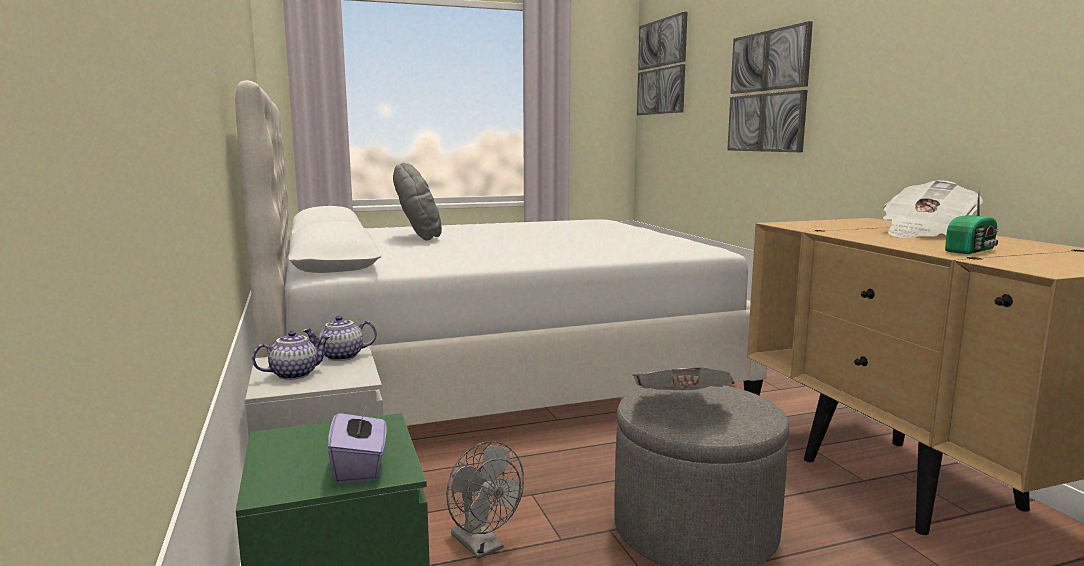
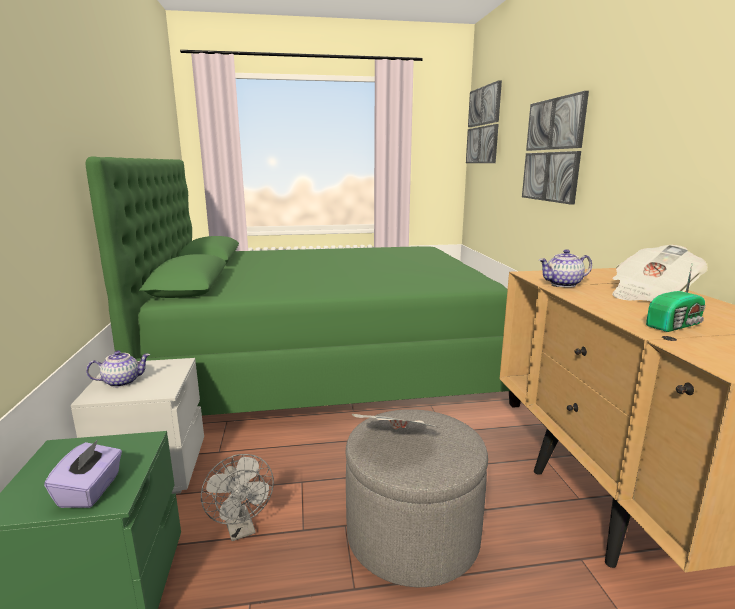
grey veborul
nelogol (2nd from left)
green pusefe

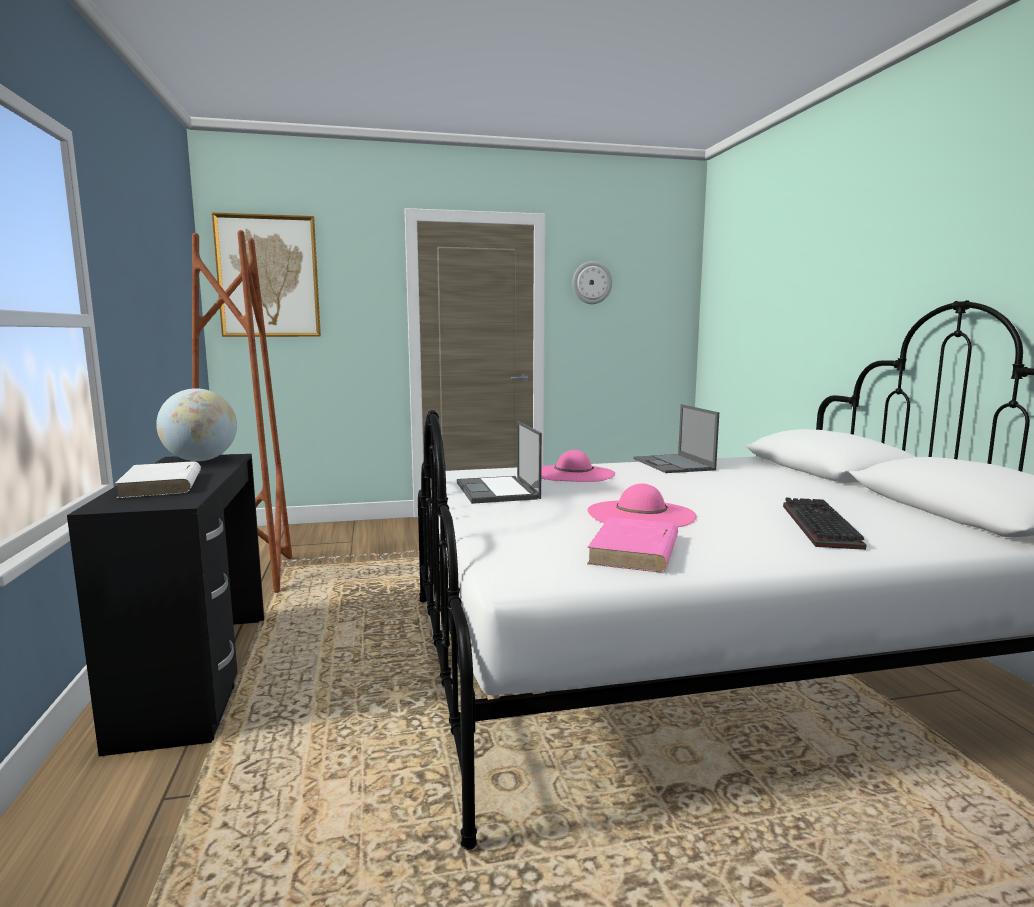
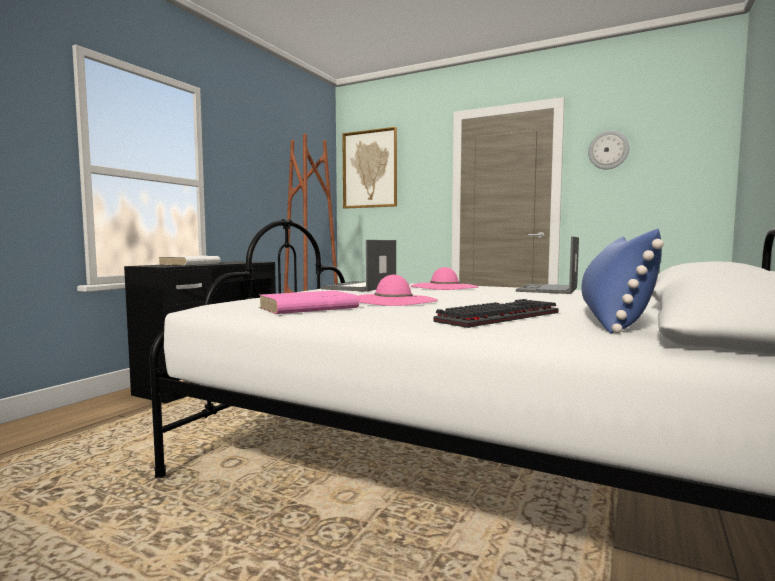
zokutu
blue veborul

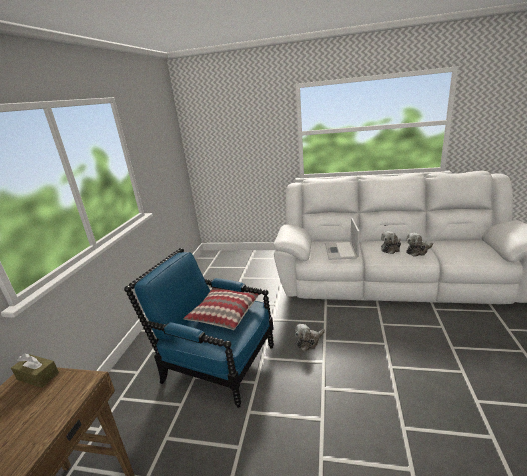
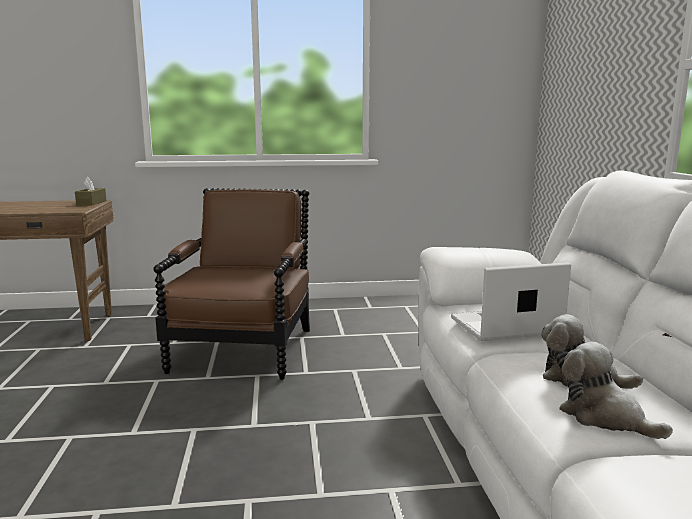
veborul
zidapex (1st from left in the first image)
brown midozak

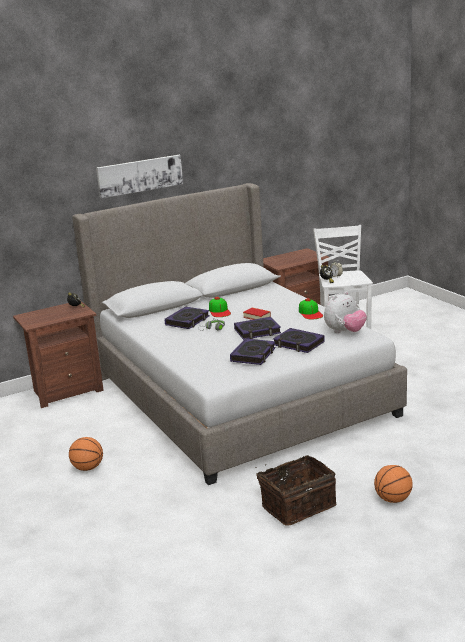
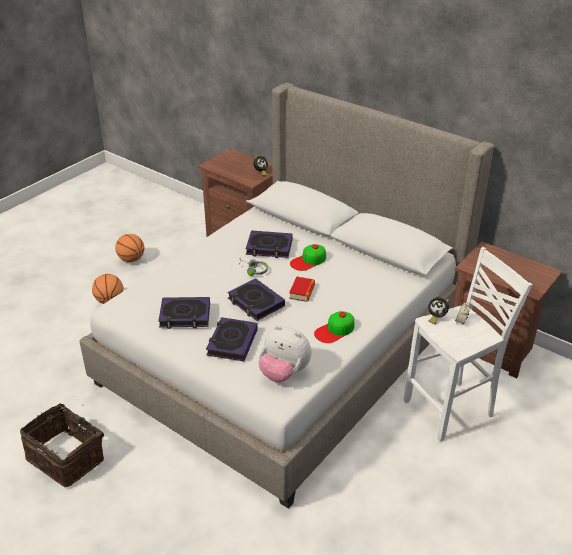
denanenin
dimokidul (2nd from left)

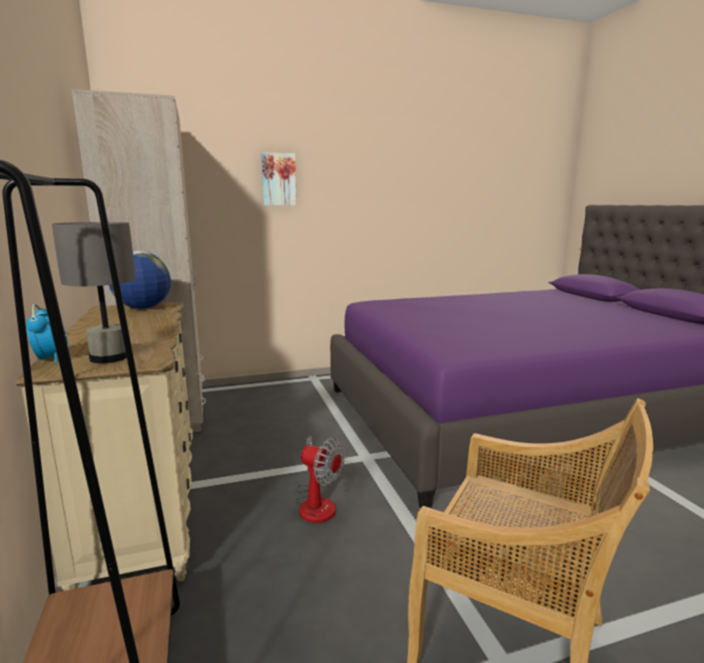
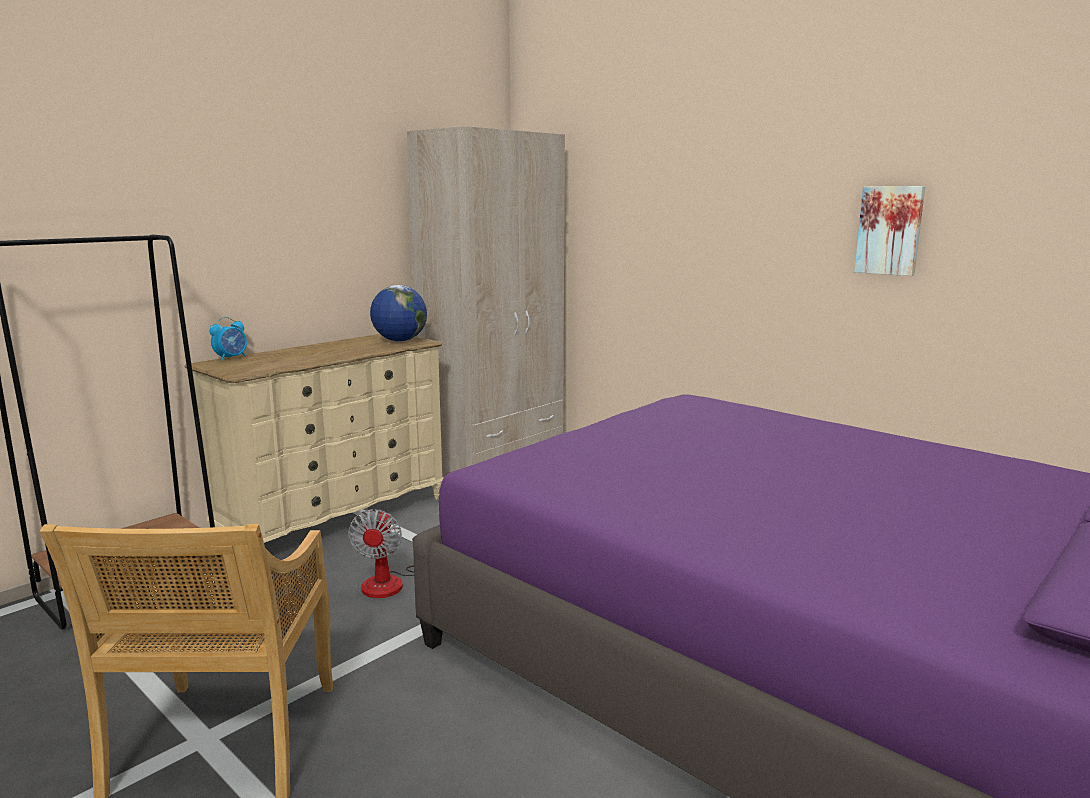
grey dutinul
denanenin

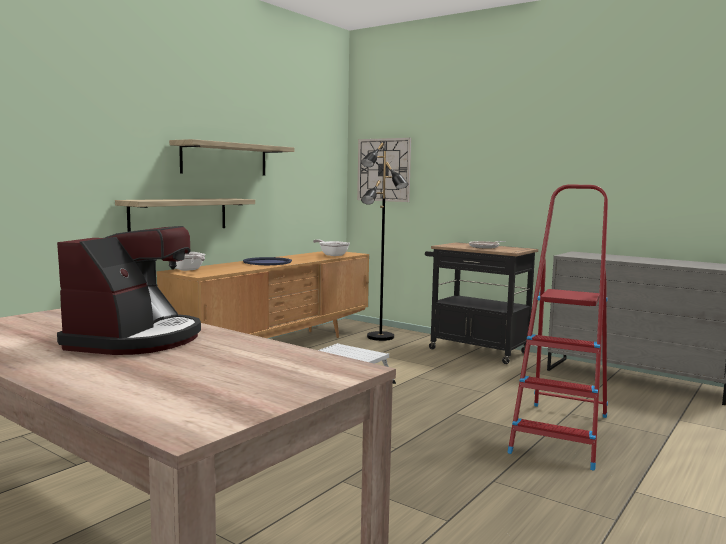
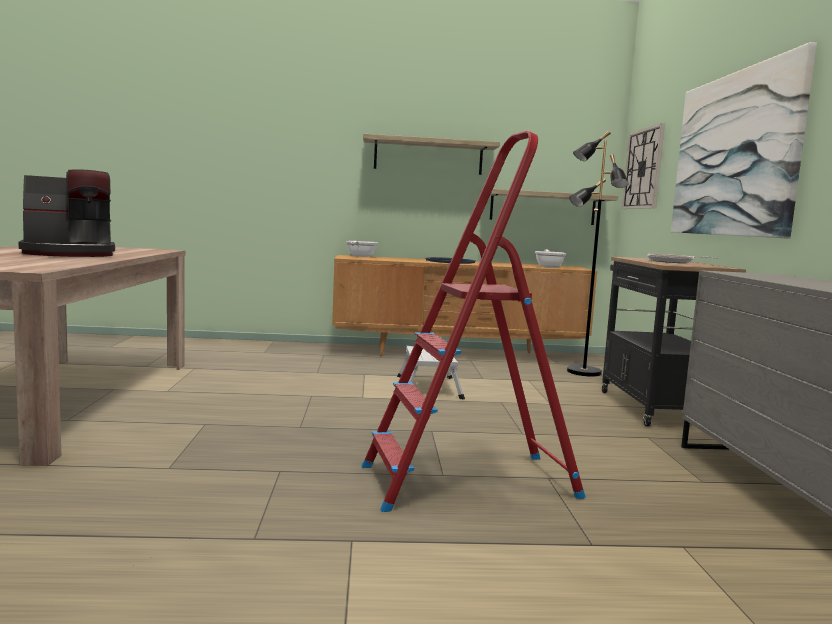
denanenin
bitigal (2nd from left)

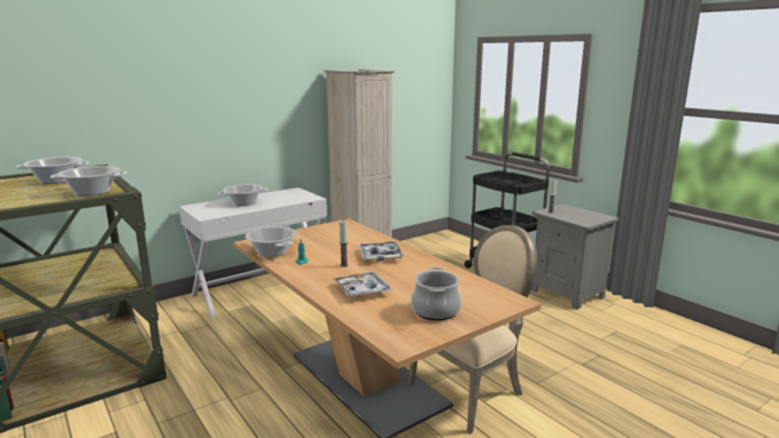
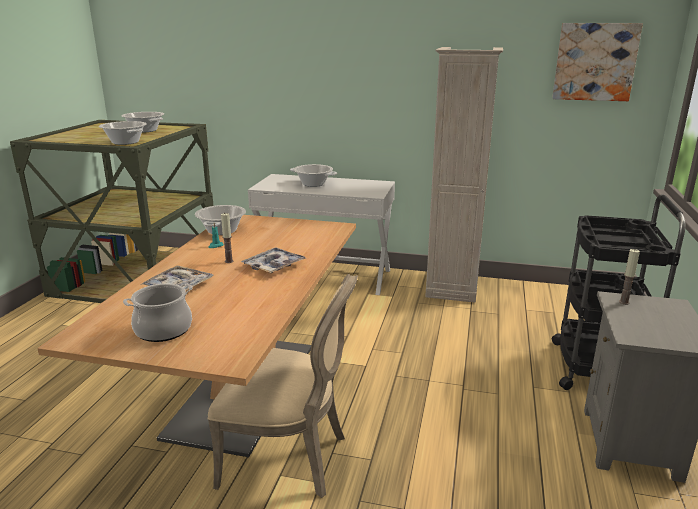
denanenin

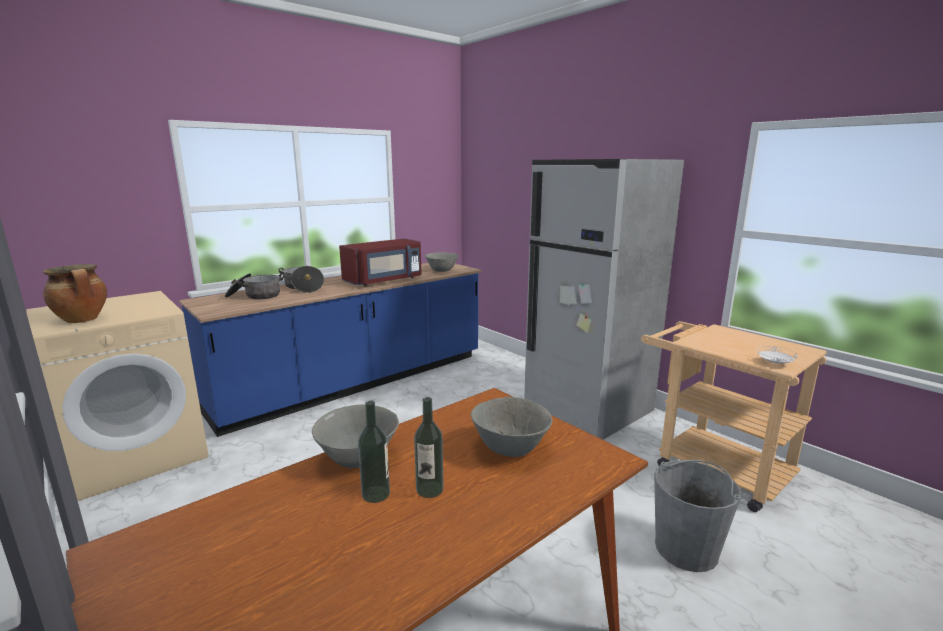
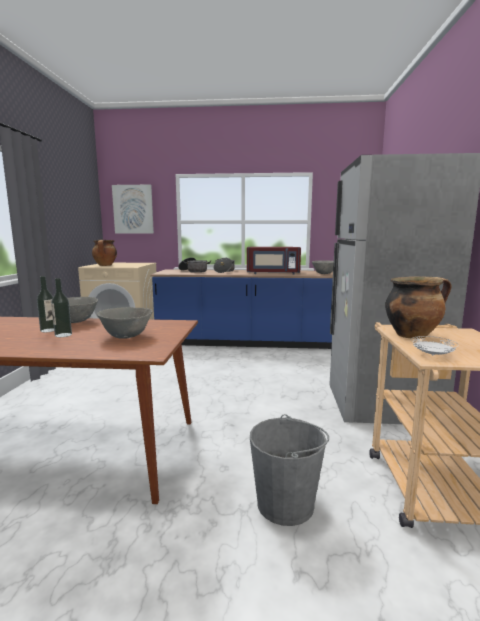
denanenin
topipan (4th from left)

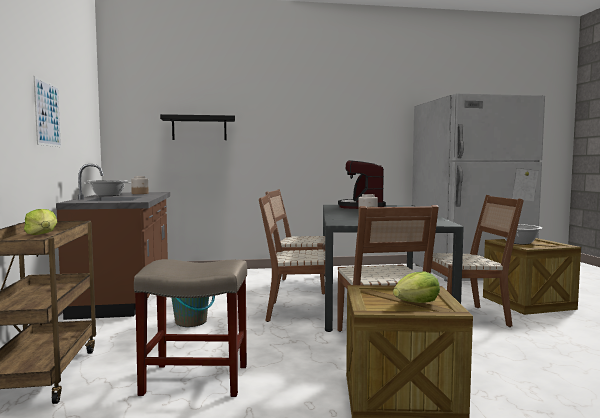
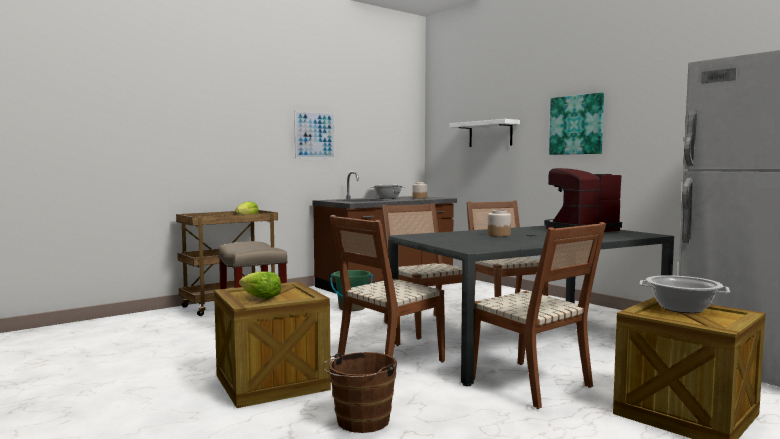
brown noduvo
denanenin (2nd from left)
white bitigal

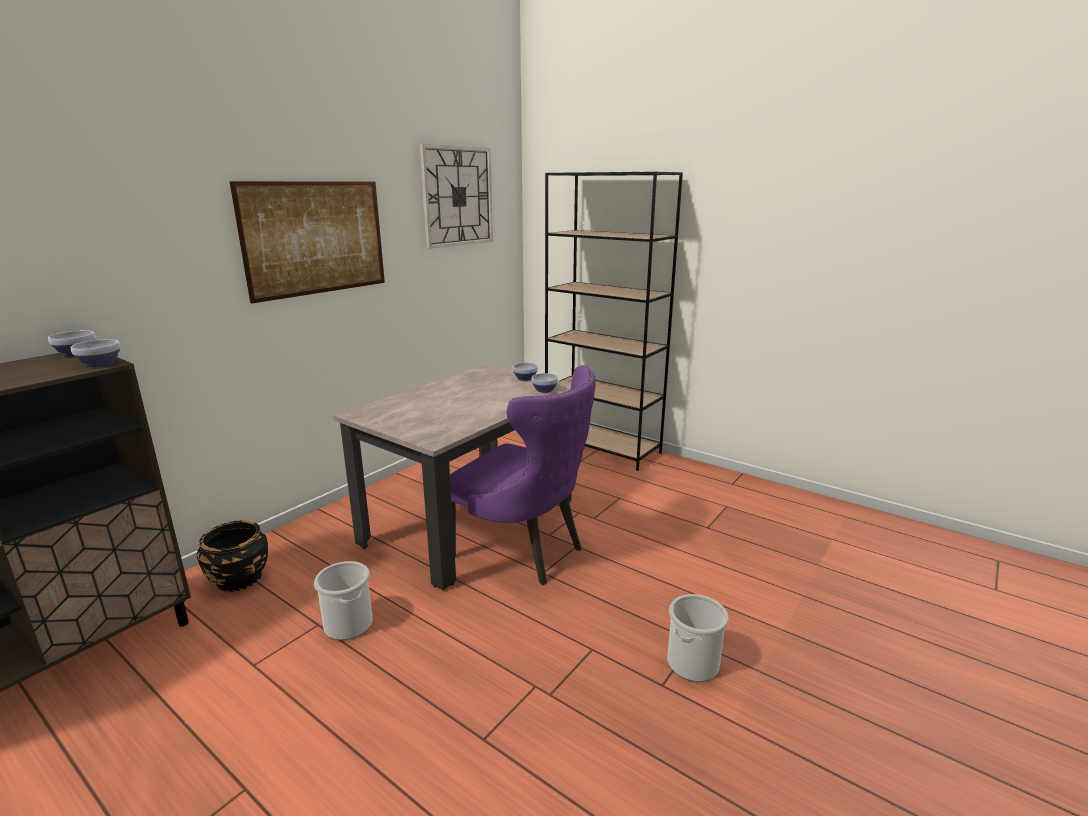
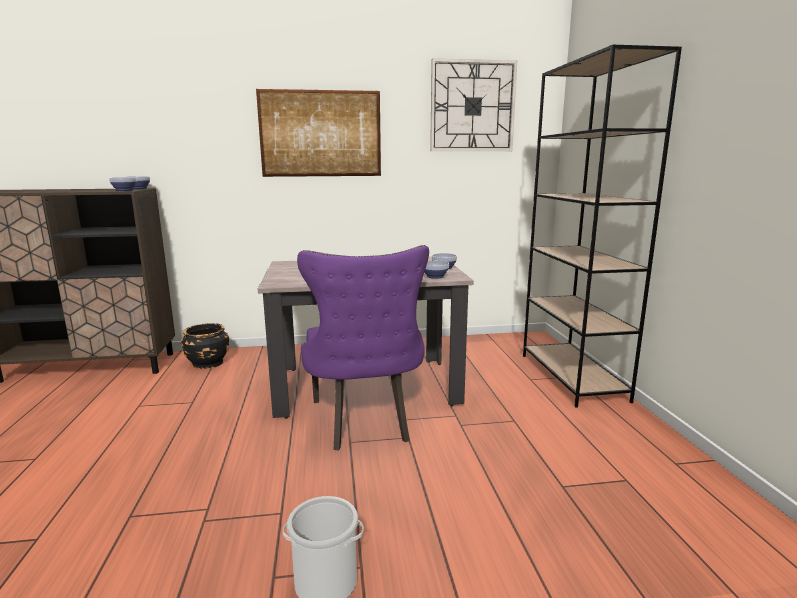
noduvo (1st from left in the first image)

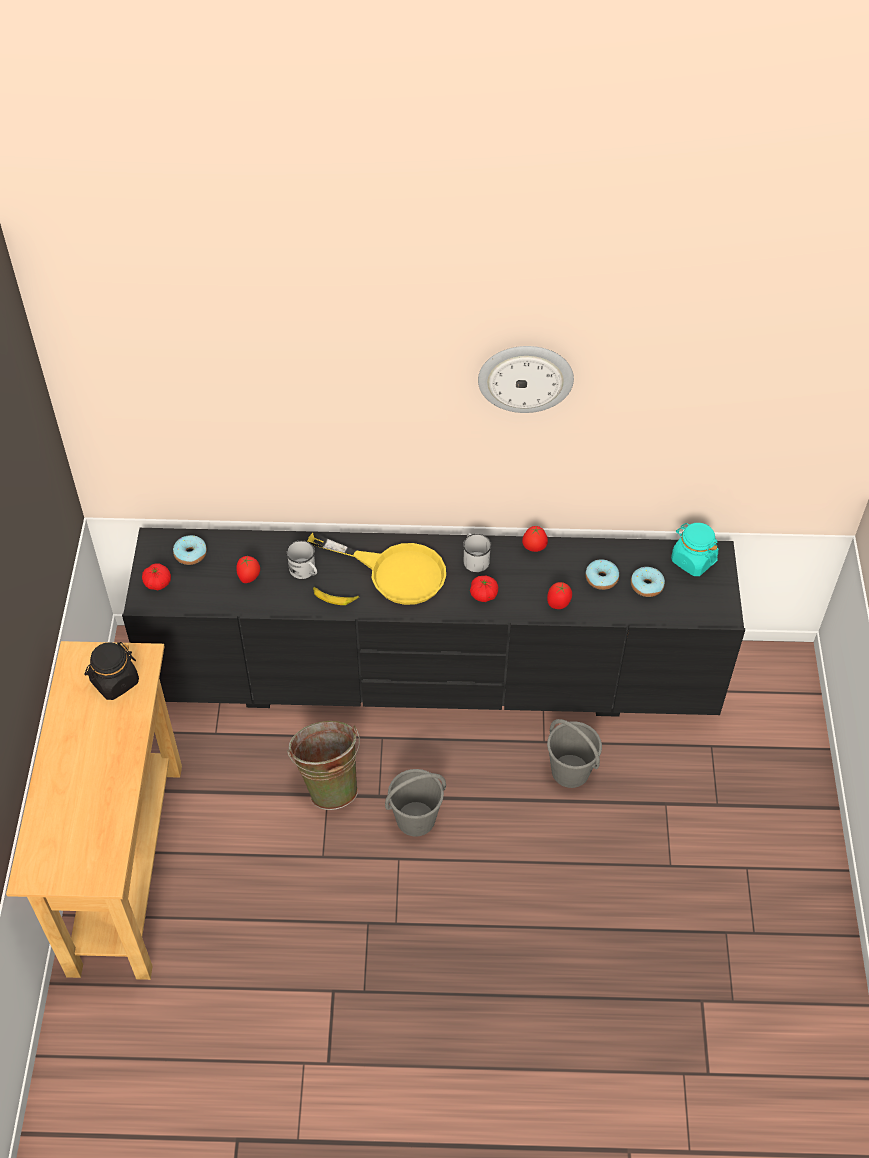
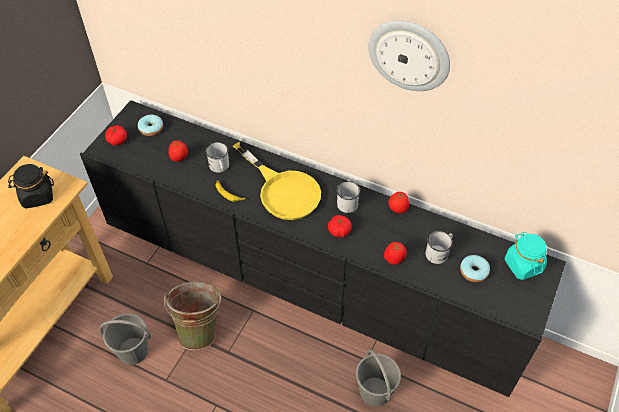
grey noduvo (1st from left)
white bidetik (3rd from left)

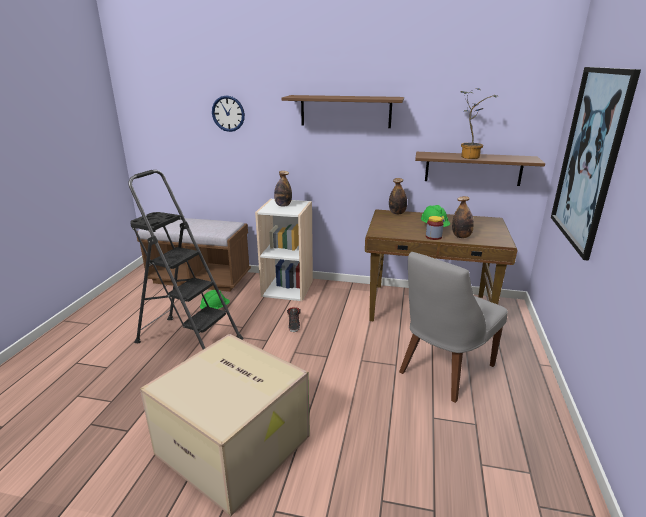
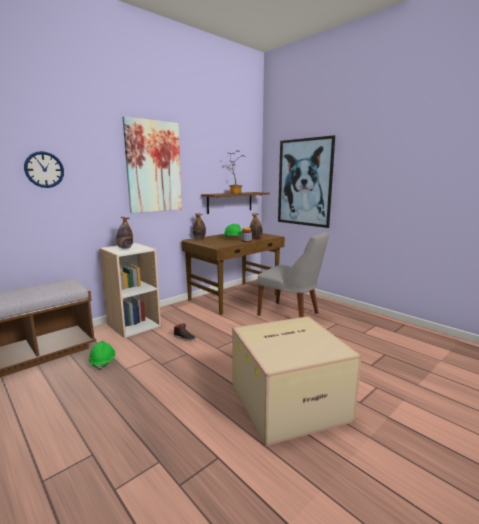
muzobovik
denanenin (1st from left)
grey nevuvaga

